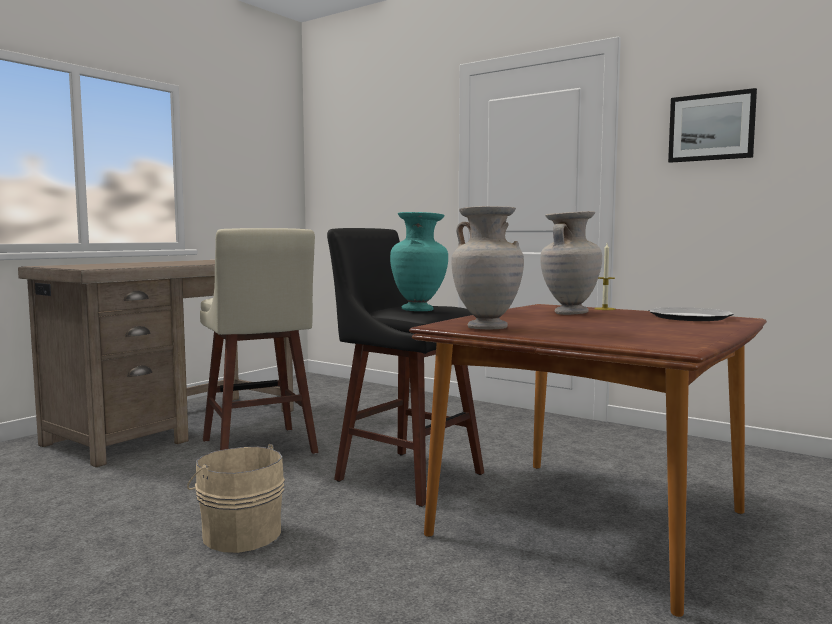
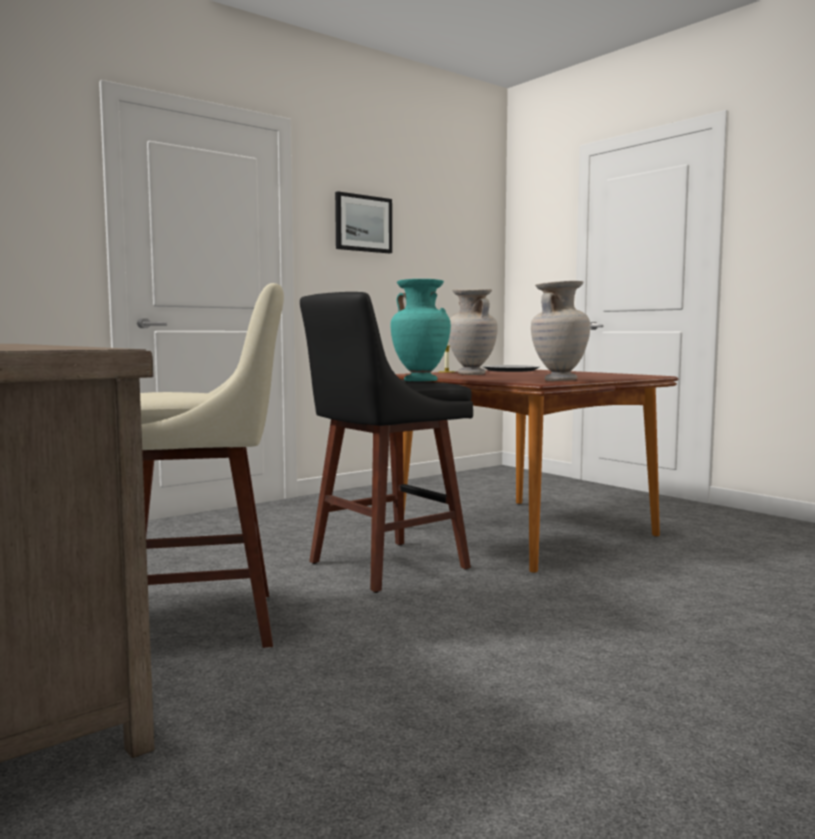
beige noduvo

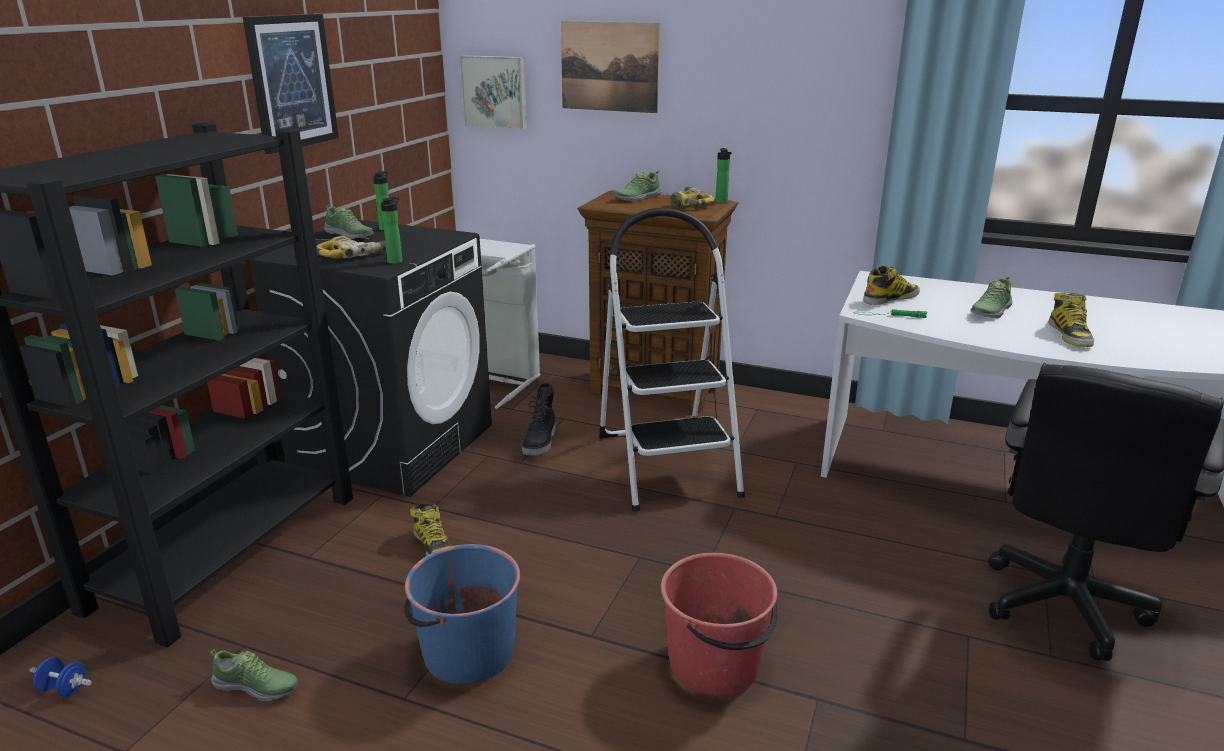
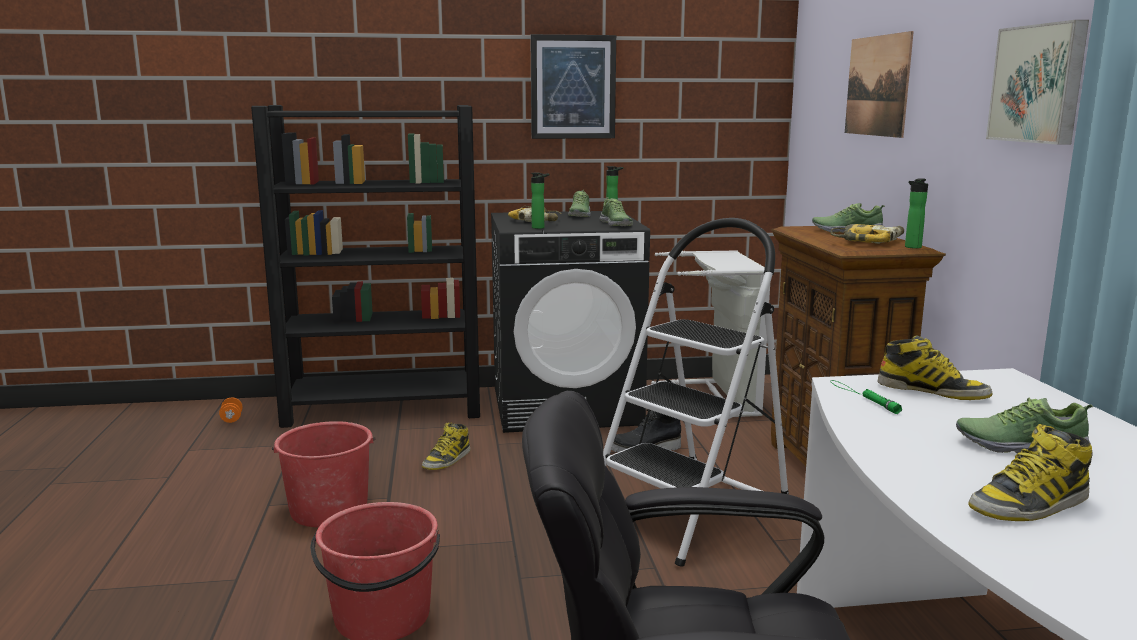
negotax (2nd from left)
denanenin (3rd from left)
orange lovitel
red noduvo (1st from left)

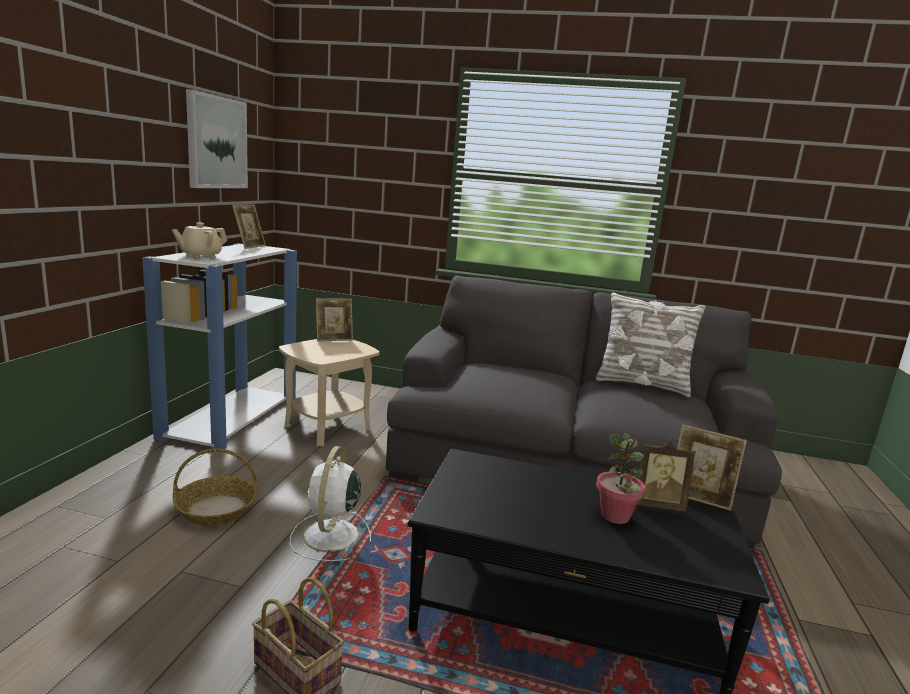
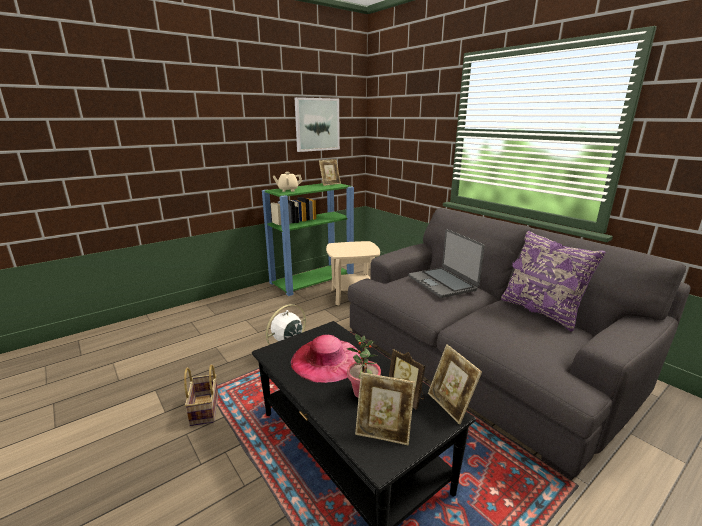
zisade (1st from left in the first image)
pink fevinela
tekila
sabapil (2nd from left)
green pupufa
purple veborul

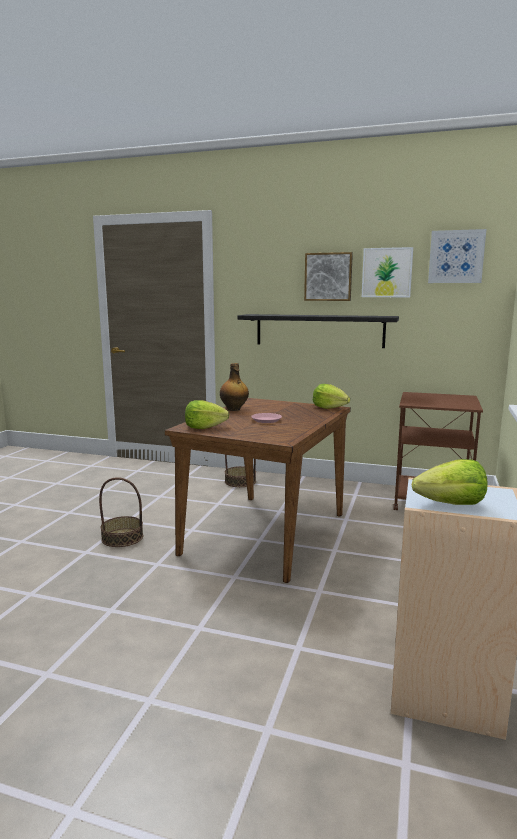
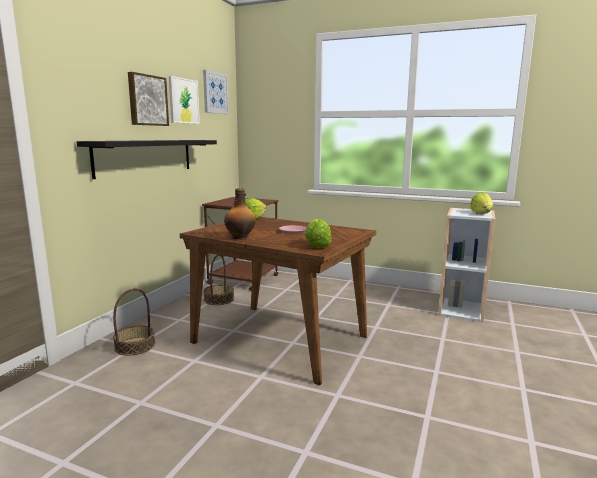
zisade (2nd from left)

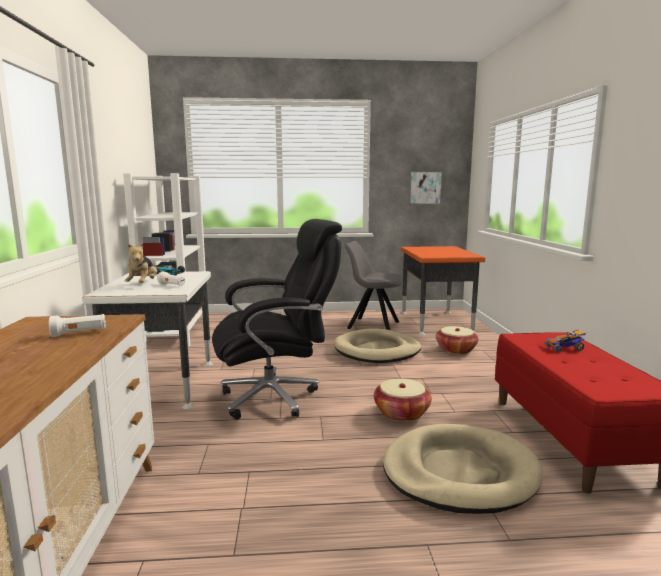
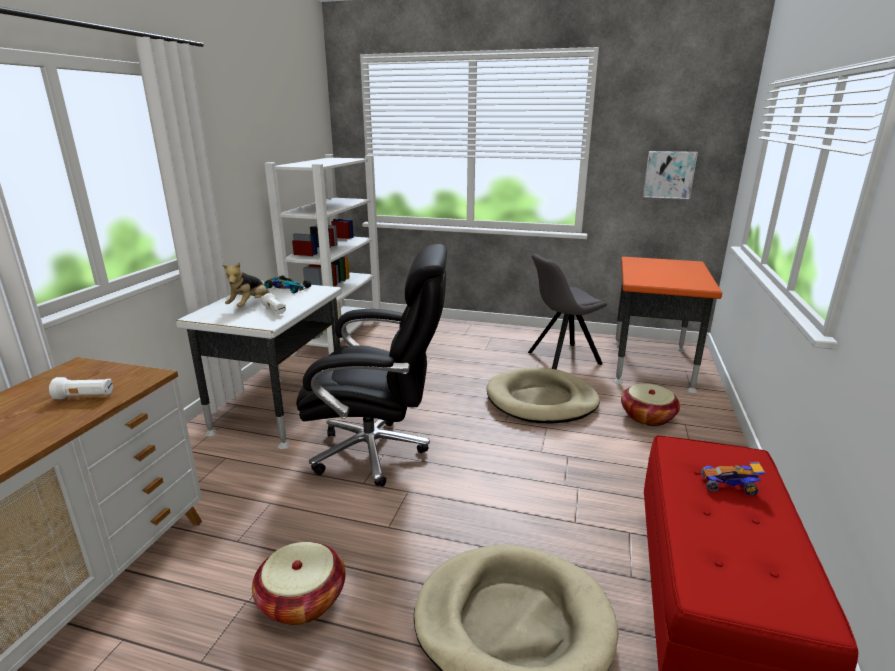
zisade (1st from left)
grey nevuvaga

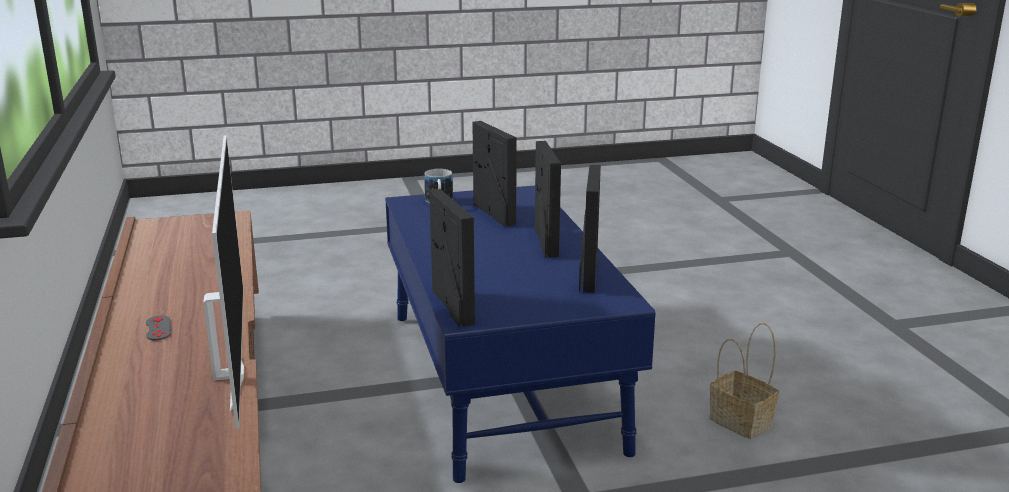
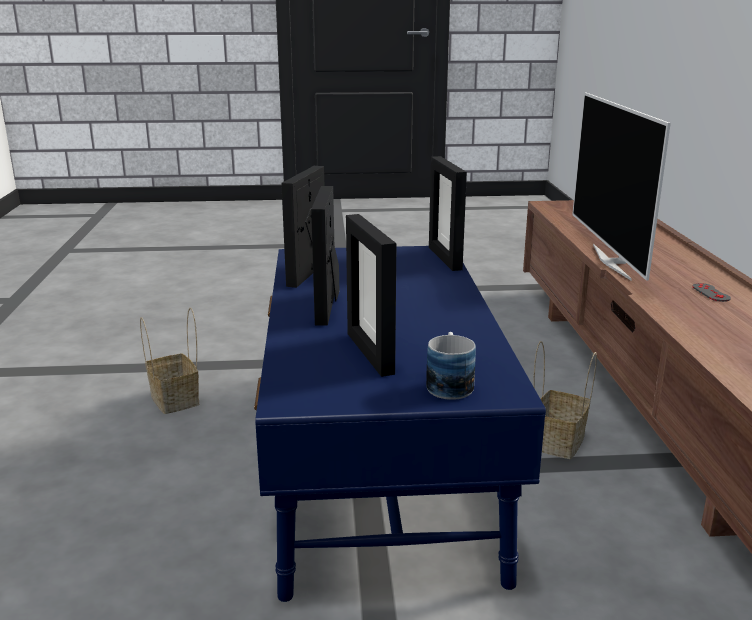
zisade (2nd from left)

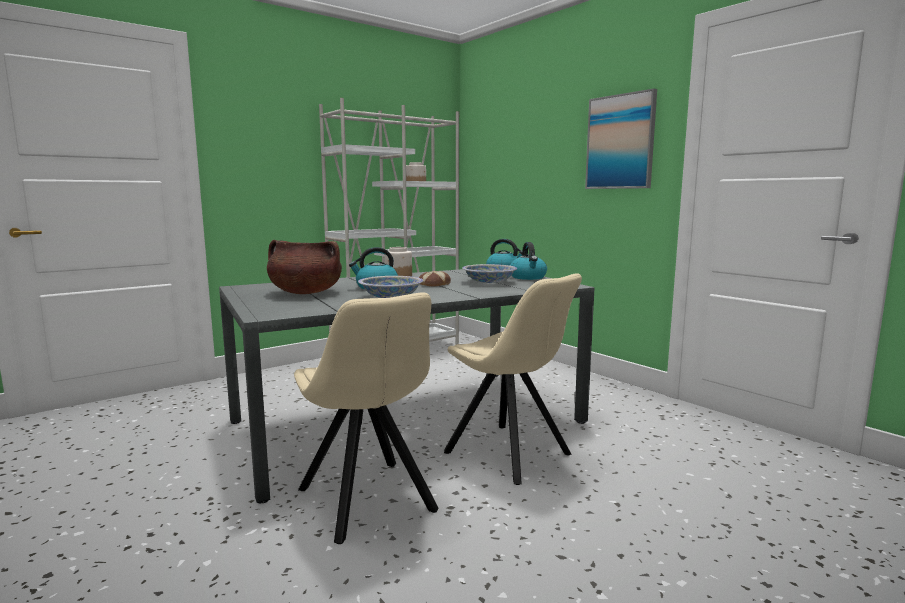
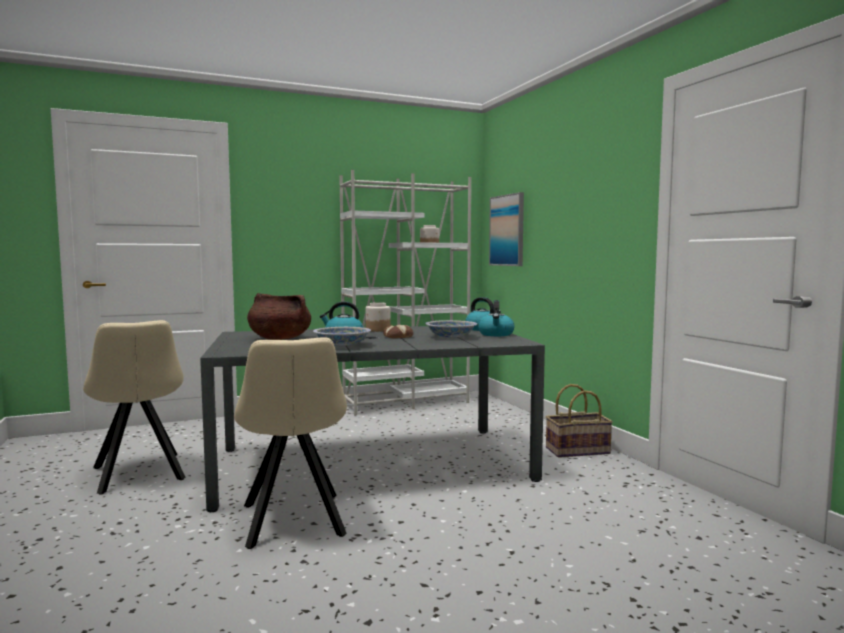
zisade
beige nevuvaga (1st from left)
denanenin

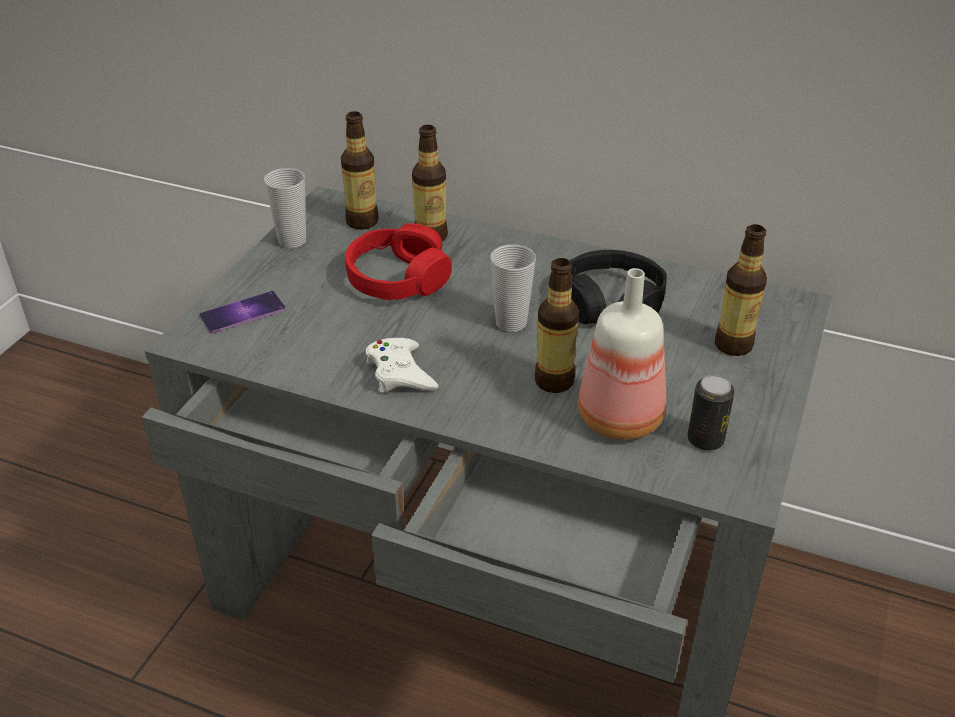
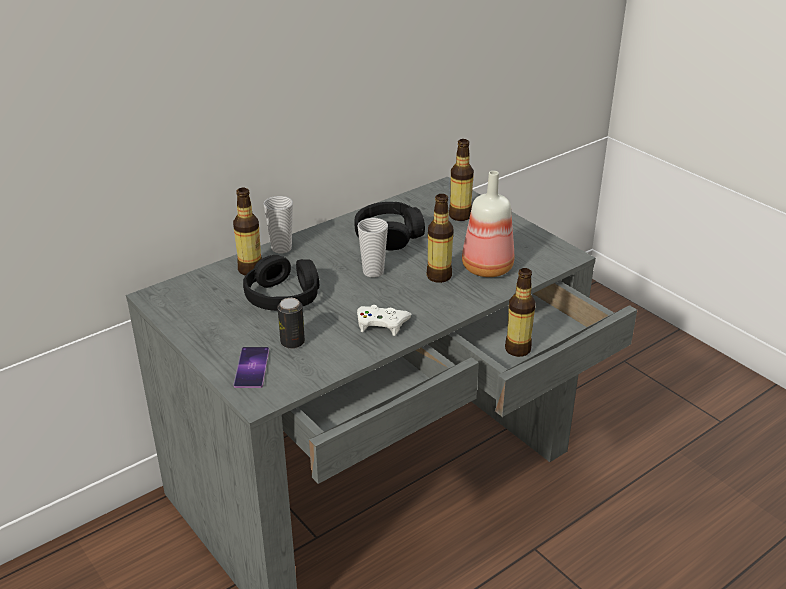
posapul (1st from left)
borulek (5th from left)
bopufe
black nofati (1st from left)

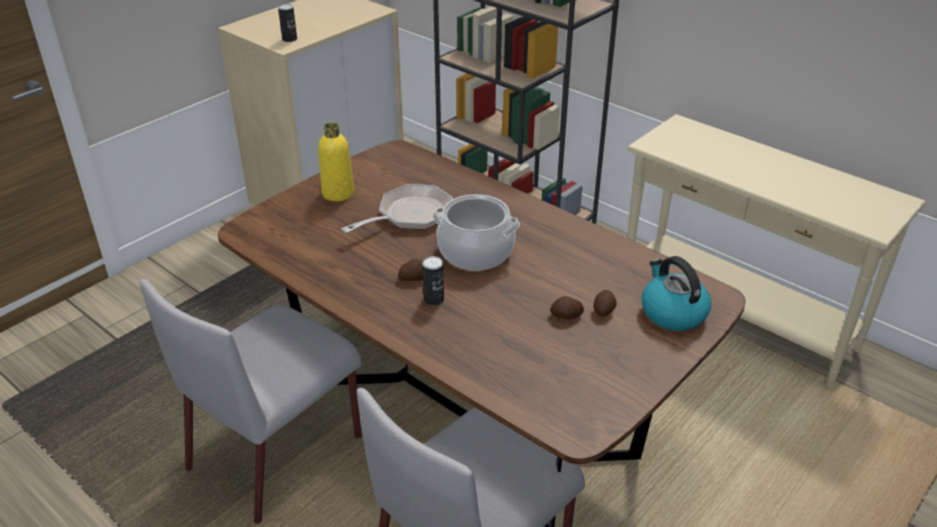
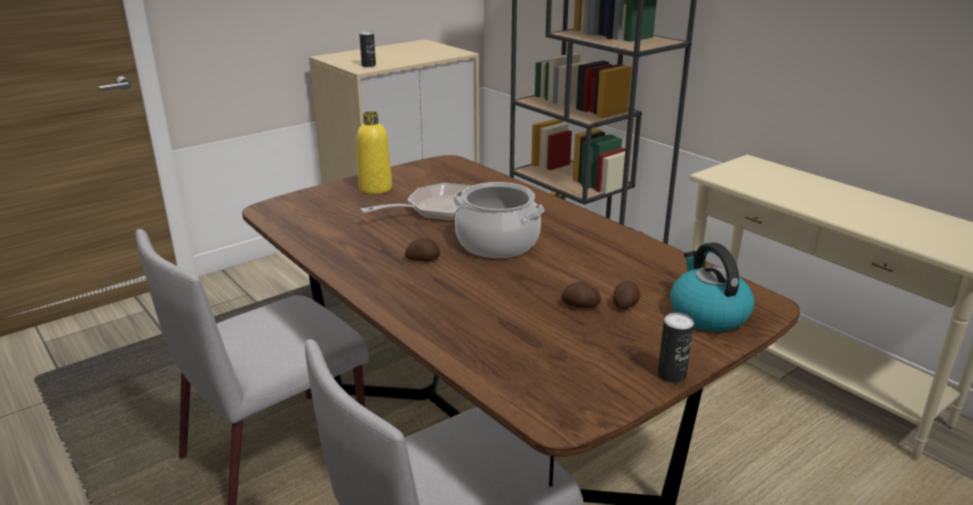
bopufe (2nd from left)

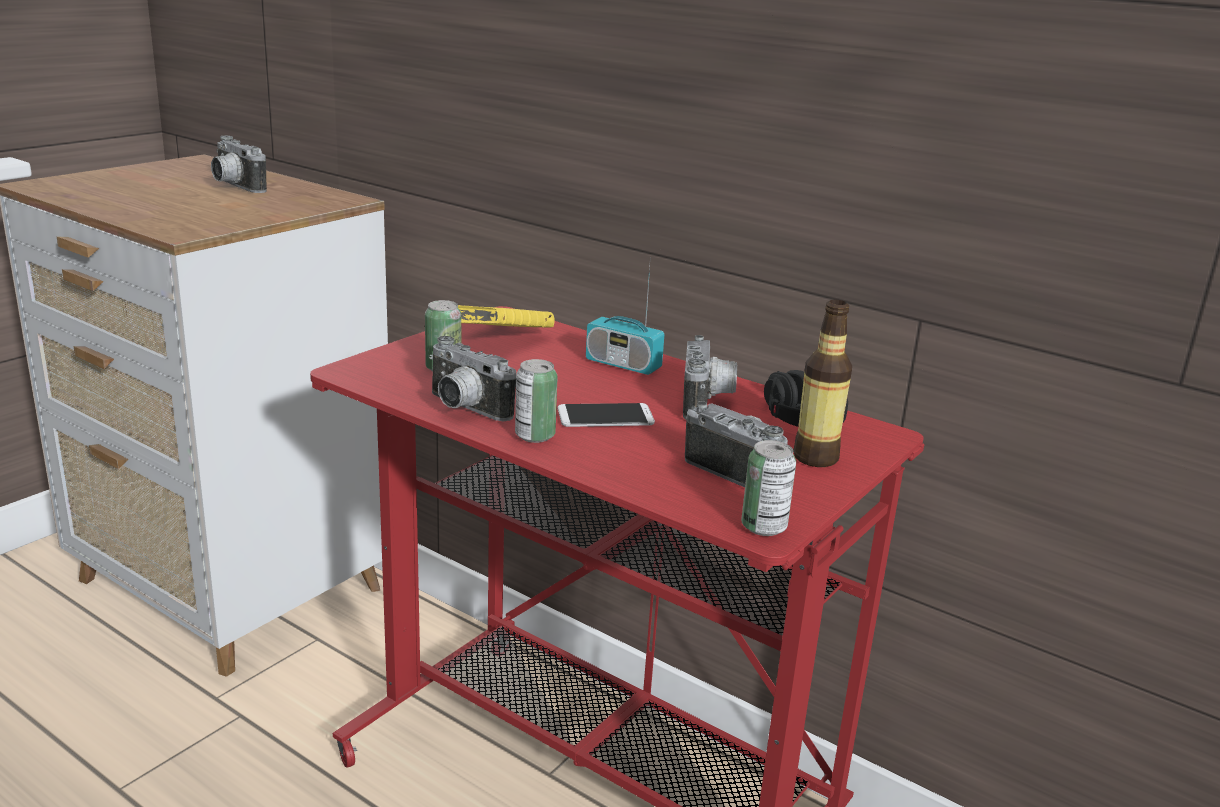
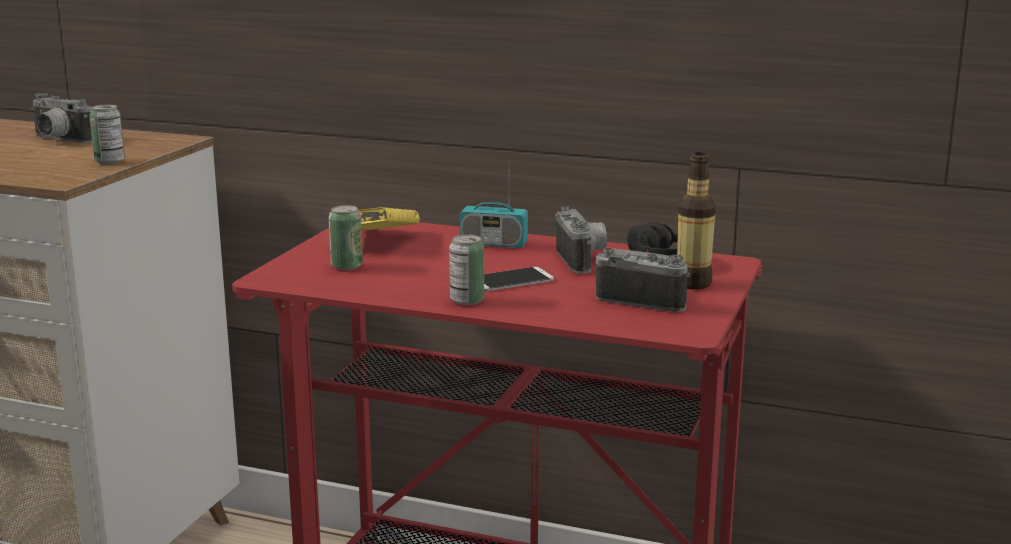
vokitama (2nd from left in the first image)
bopufe (1st from left)

